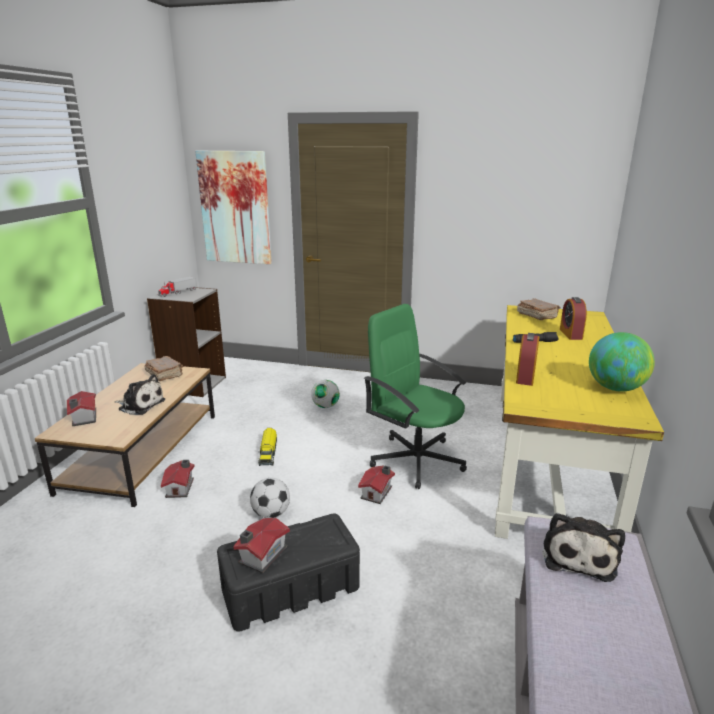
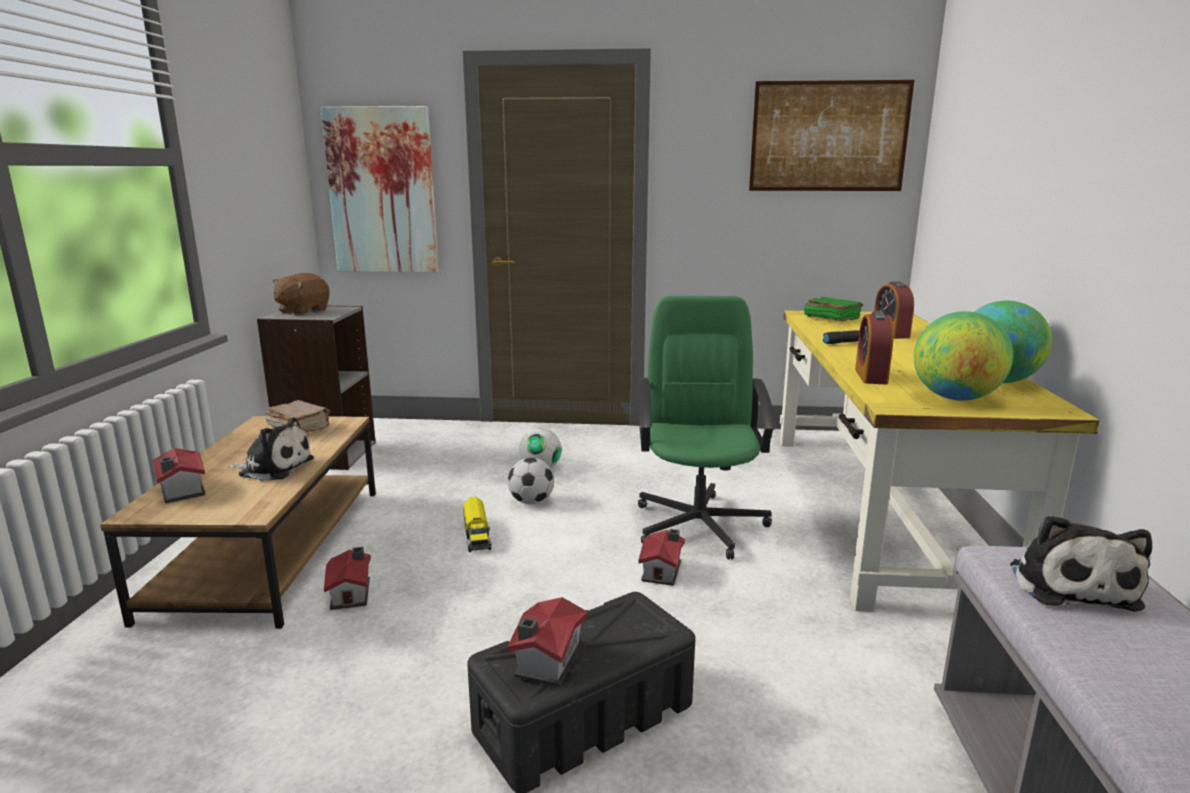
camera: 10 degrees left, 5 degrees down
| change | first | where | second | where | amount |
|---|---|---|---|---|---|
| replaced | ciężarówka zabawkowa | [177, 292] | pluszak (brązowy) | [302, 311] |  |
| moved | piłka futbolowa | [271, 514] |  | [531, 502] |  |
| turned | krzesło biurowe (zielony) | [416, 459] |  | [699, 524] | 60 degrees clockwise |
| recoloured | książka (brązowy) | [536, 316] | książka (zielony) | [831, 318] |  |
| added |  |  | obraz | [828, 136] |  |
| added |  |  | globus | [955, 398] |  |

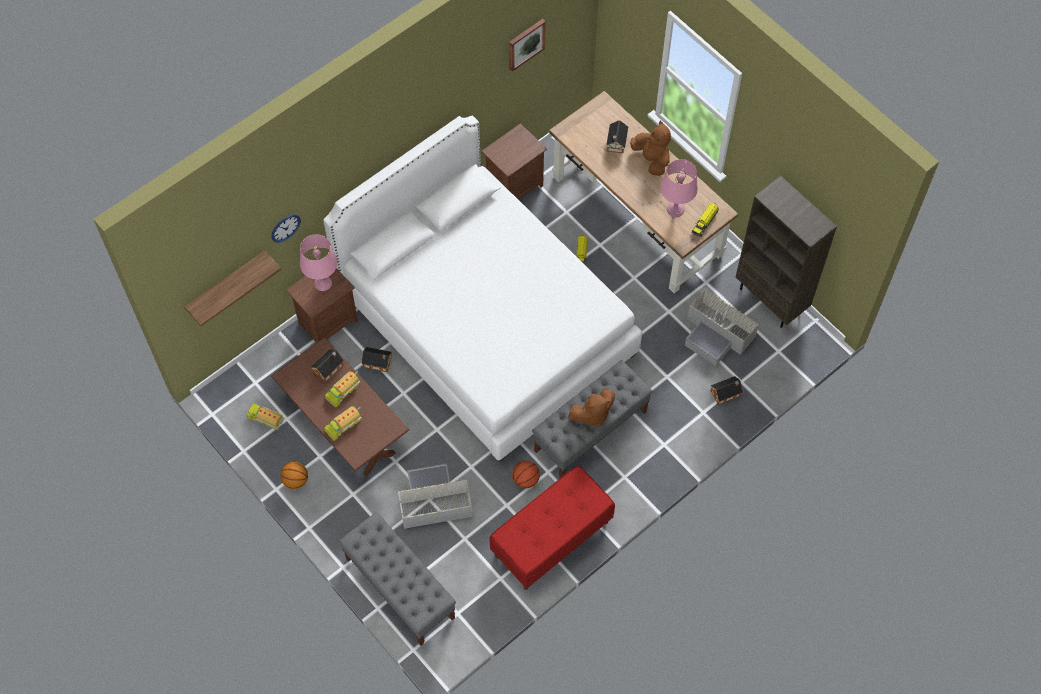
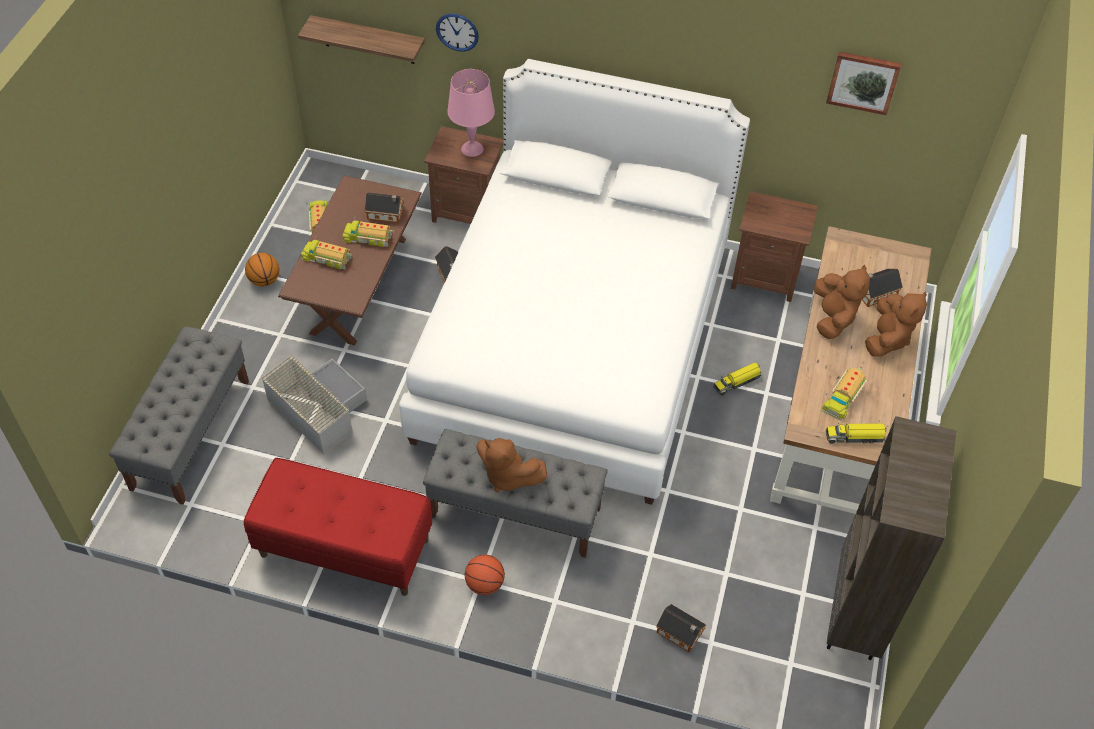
camera: 55 degrees right, 10 degrees down
| change | first | where | second | where | amount |
|---|---|---|---|---|---|
| moved | piłka do koszykówki | [526, 480] |  | [484, 584] |  |
| replaced | lampa stołowa (różowy) | [675, 209] | ciężarówka zabawkowa | [842, 397] |  |
| removed | pojemnik do przechowywania (szary) | [717, 334] |  |  |  |
| added |  |  | pluszak (brązowy) | [833, 318] |  |

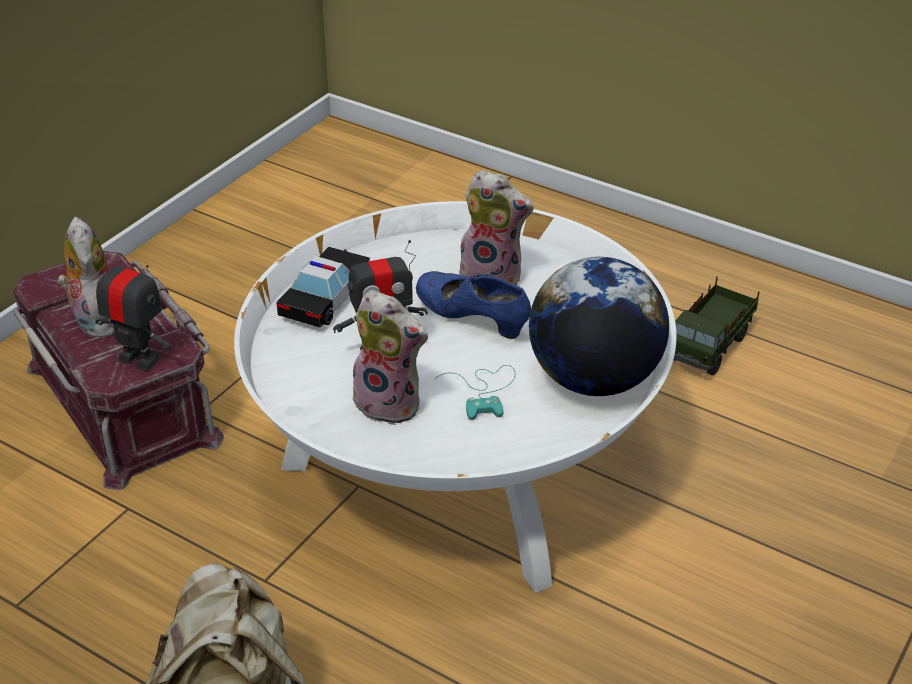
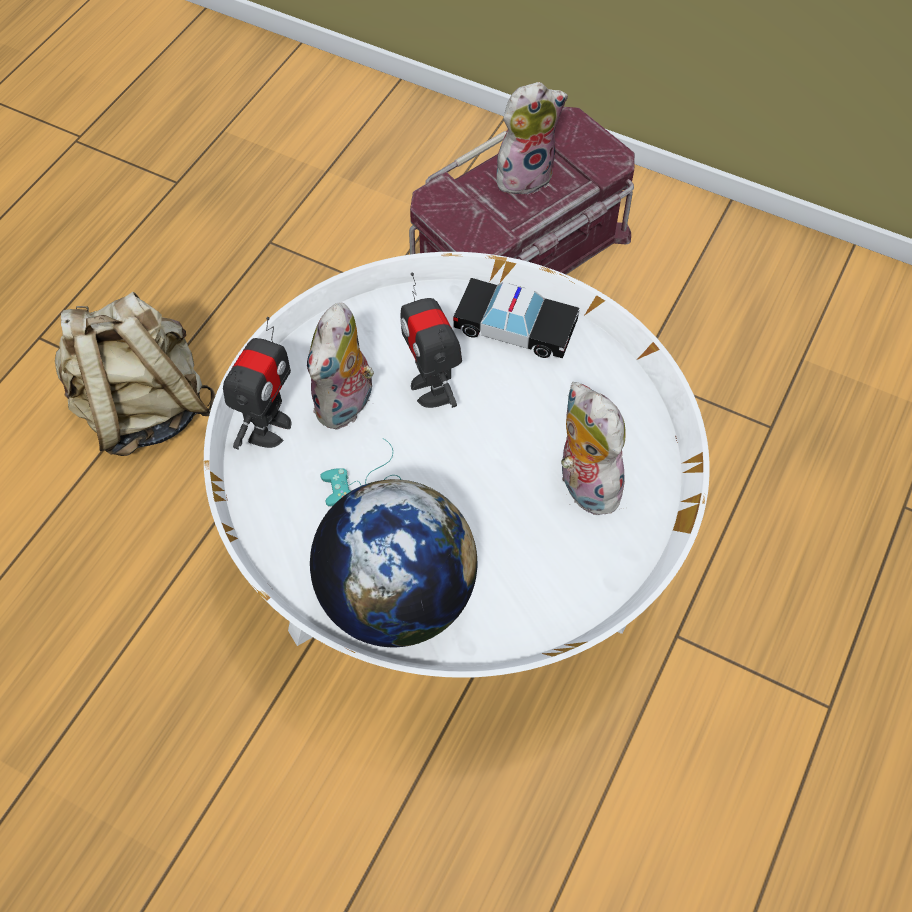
camera: 85 degrees right, 20 degrees up
| change | first | where | second | where | amount |
|---|---|---|---|---|---|
| moved | robot zabawkowy | [139, 359] |  | [269, 428] |  |
| removed | but (niebieski) | [472, 321] |  |  |  |
| turned | pluszak | [493, 276] |  | [583, 484] | 135 degrees clockwise |
| removed | ciężarówka zabawkowa | [710, 347] |  |  |  |

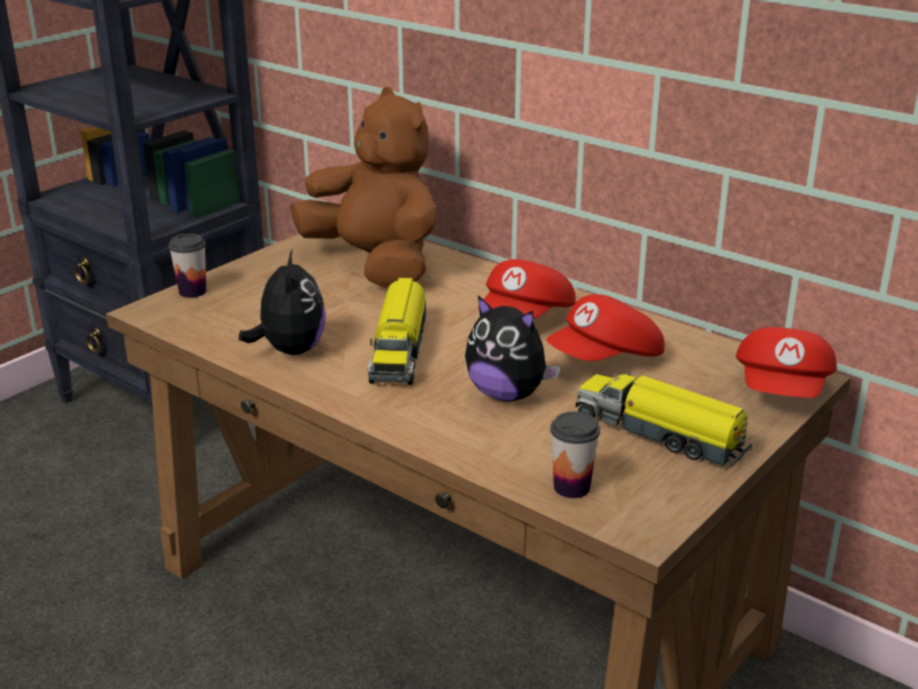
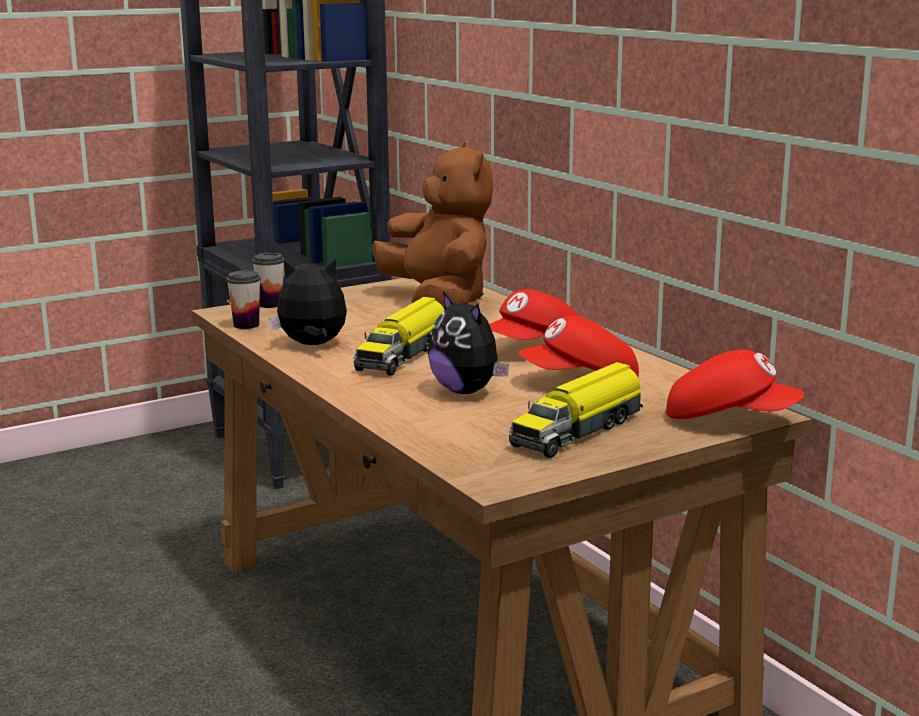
camera: 20 degrees right, 10 degrees down
| change | first | where | second | where | amount |
|---|---|---|---|---|---|
| turned | pluszak | [290, 350] |  | [312, 345] | 105 degrees counterclockwise |
| moved | filiżanka | [571, 487] |  | [246, 325] |  |
| turned | ciężarówka zabawkowa | [661, 434] |  | [578, 430] | 105 degrees counterclockwise |
| turned | czapka z daszkiem (czerwony) | [783, 391] |  | [729, 419] | 105 degrees counterclockwise |

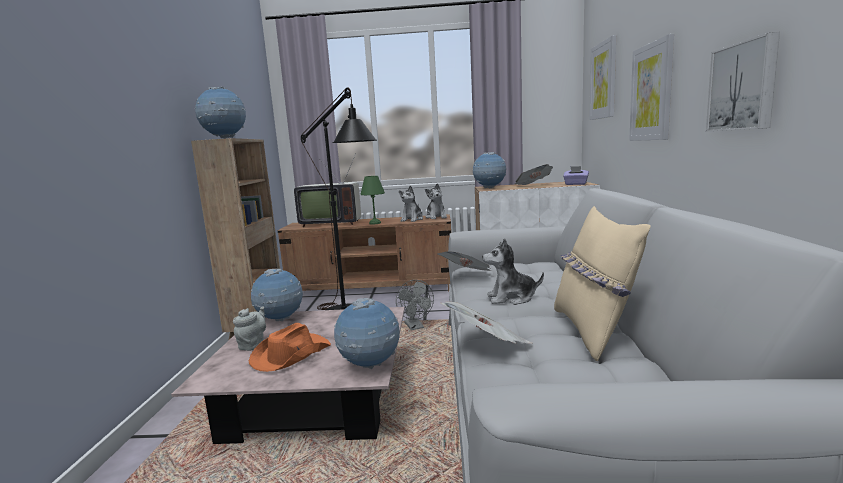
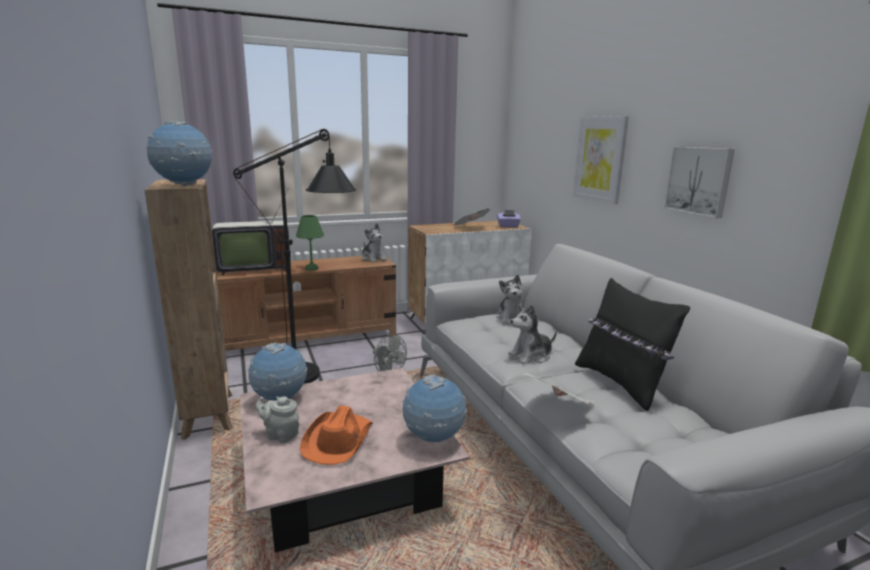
camera: 25 degrees left, 5 degrees up
| change | first | where | second | where | amount |
|---|---|---|---|---|---|
| turned | imbryk (szary) | [253, 344] |  | [280, 435] | 60 degrees counterclockwise |
| moved | pluszak | [412, 219] |  | [511, 318] |  |
| removed | gazeta | [467, 276] |  |  |  |
| removed | globus | [489, 188] |  |  |  |
| recoloured | poduszka (beżowy) | [592, 331] | poduszka (czarny) | [621, 383] |  |
| removed | obraz | [603, 80] |  |  |  |

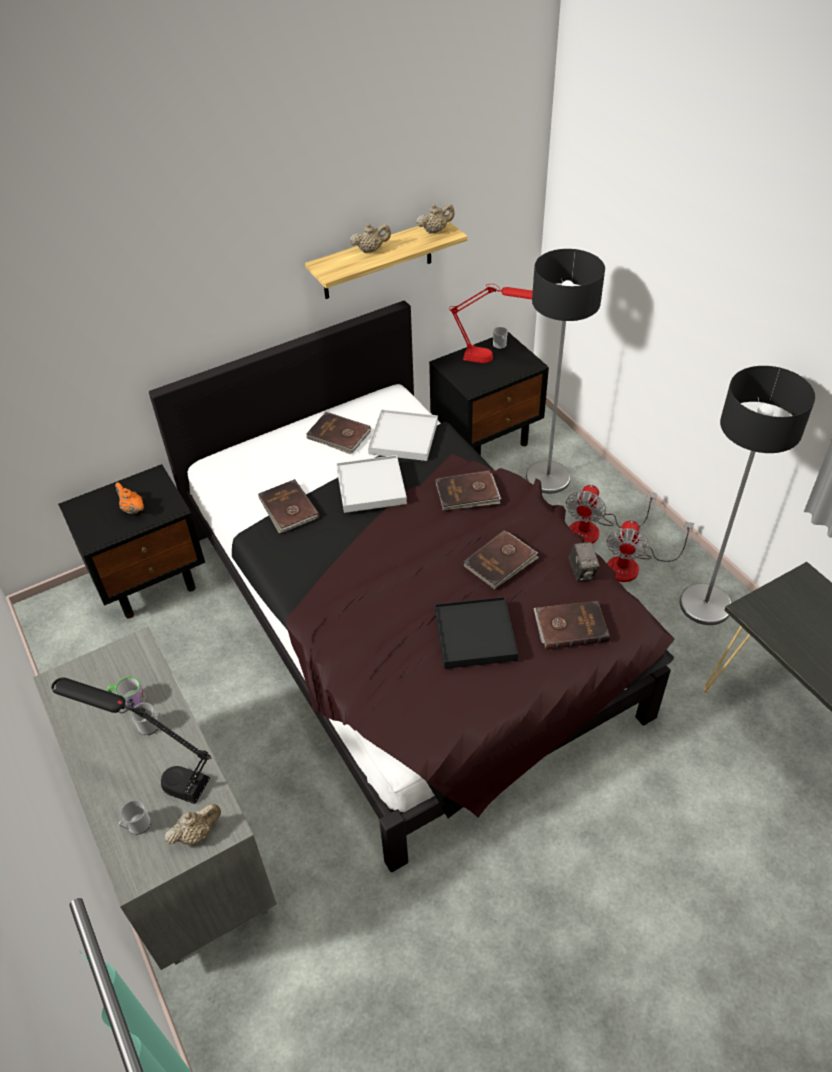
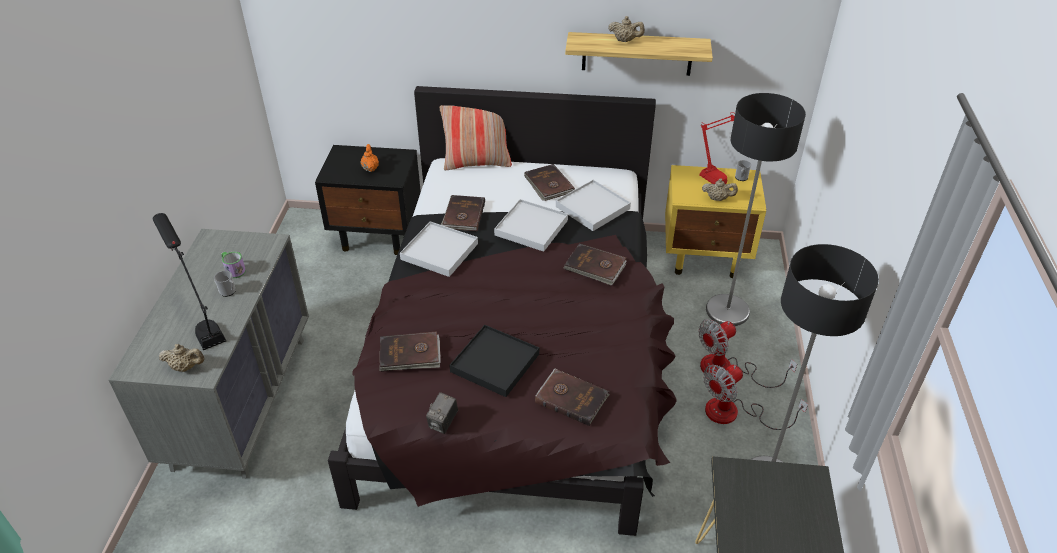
camera: 35 degrees right, 5 degrees down
| change | first | where | second | where | amount |
|---|---|---|---|---|---|
| removed | kubek | [137, 826] |  |  |  |
| moved | imbryk (beżowy) | [435, 231] |  | [717, 199] |  |
| recoloured | szafka nocna (czarny) | [486, 438] | szafka nocna (żółty) | [705, 257] |  |
| moved | książka (brązowy) | [500, 562] |  | [410, 354] |  |
| moved | aparat fotograficzny | [582, 571] |  | [443, 423] |  |
| added |  |  | taca (biały) | [439, 251] |  |
| added |  |  | poduszka | [477, 163] |  |

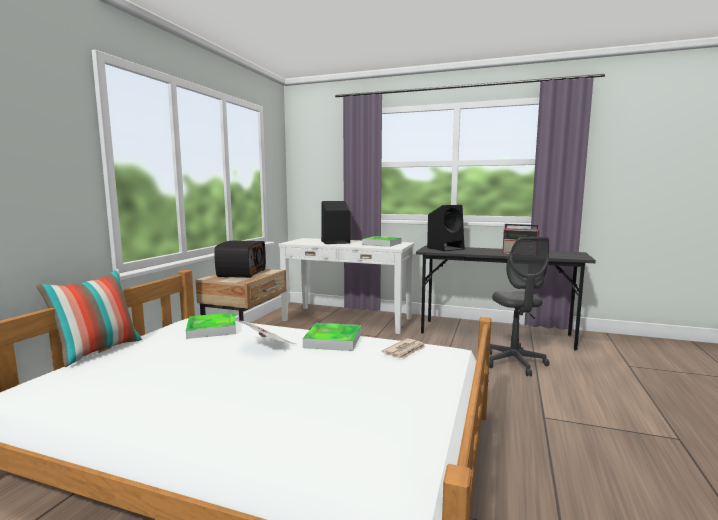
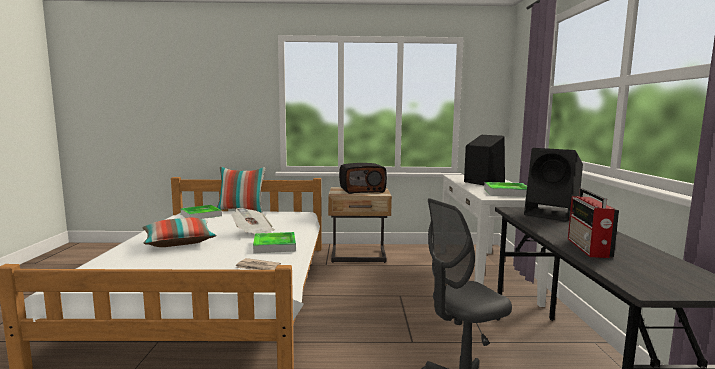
camera: 70 degrees right, 0 degrees up
| change | first | where | second | where | amount |
|---|---|---|---|---|---|
| moved | taca | [212, 329] |  | [201, 215] |  |
| added |  |  | poduszka | [179, 242] |  |

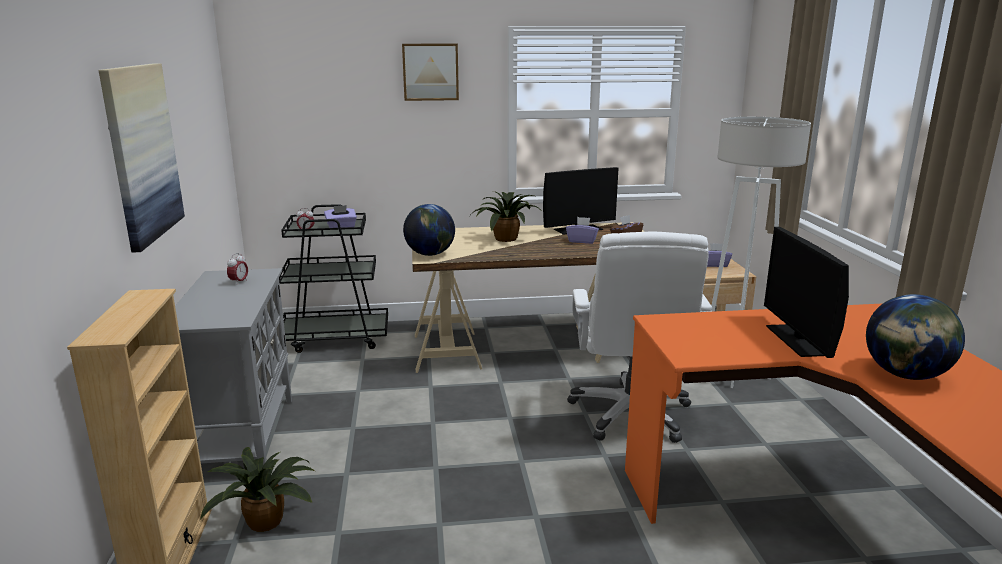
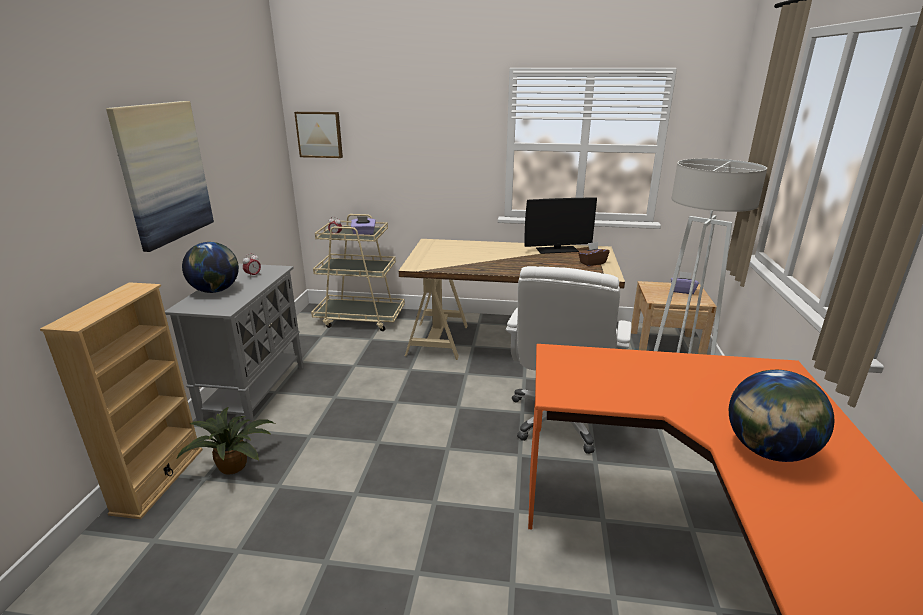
camera: 15 degrees right, 5 degrees up
| change | first | where | second | where | amount |
|---|---|---|---|---|---|
| recoloured | wózek (czarny) | [335, 338] | wózek (beżowy) | [360, 319] |  |
| moved | obraz | [430, 72] |  | [320, 134] |  |
| moved | globus | [430, 254] |  | [216, 290] |  |
| removed | roślina doniczkowa | [506, 239] |  |  |  |
| removed | pudełko chusteczek (fioletowy) | [582, 241] |  |  |  |
| removed | monitor | [798, 340] |  |  |  |

